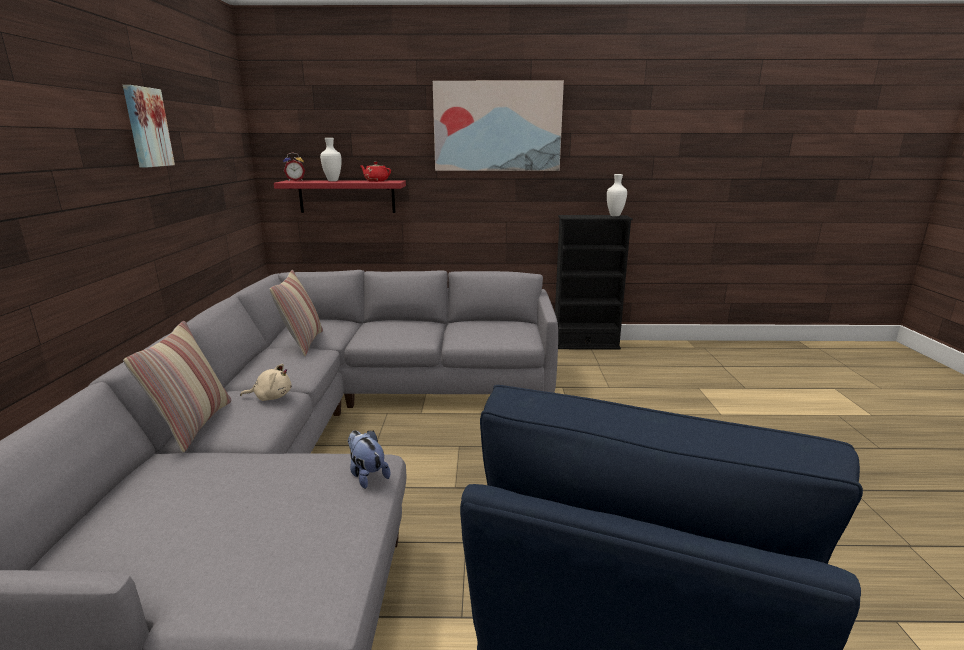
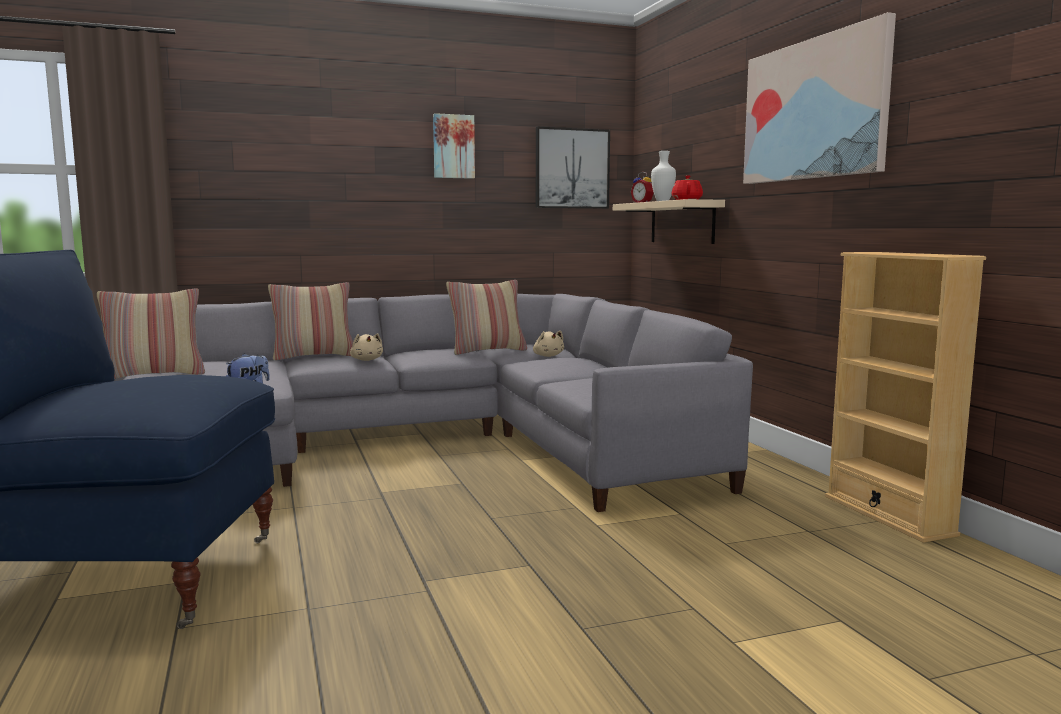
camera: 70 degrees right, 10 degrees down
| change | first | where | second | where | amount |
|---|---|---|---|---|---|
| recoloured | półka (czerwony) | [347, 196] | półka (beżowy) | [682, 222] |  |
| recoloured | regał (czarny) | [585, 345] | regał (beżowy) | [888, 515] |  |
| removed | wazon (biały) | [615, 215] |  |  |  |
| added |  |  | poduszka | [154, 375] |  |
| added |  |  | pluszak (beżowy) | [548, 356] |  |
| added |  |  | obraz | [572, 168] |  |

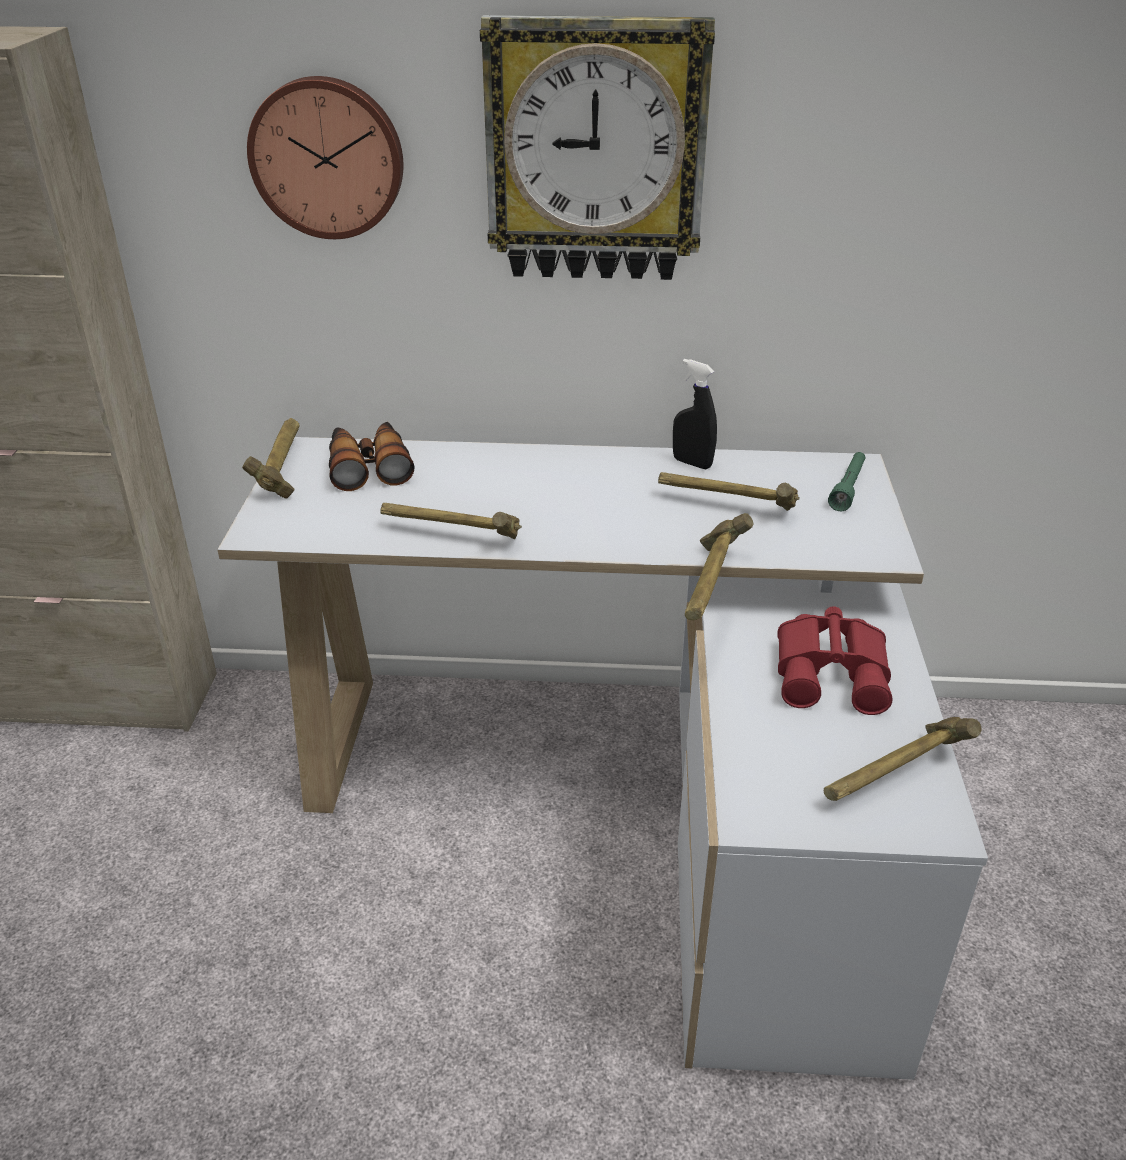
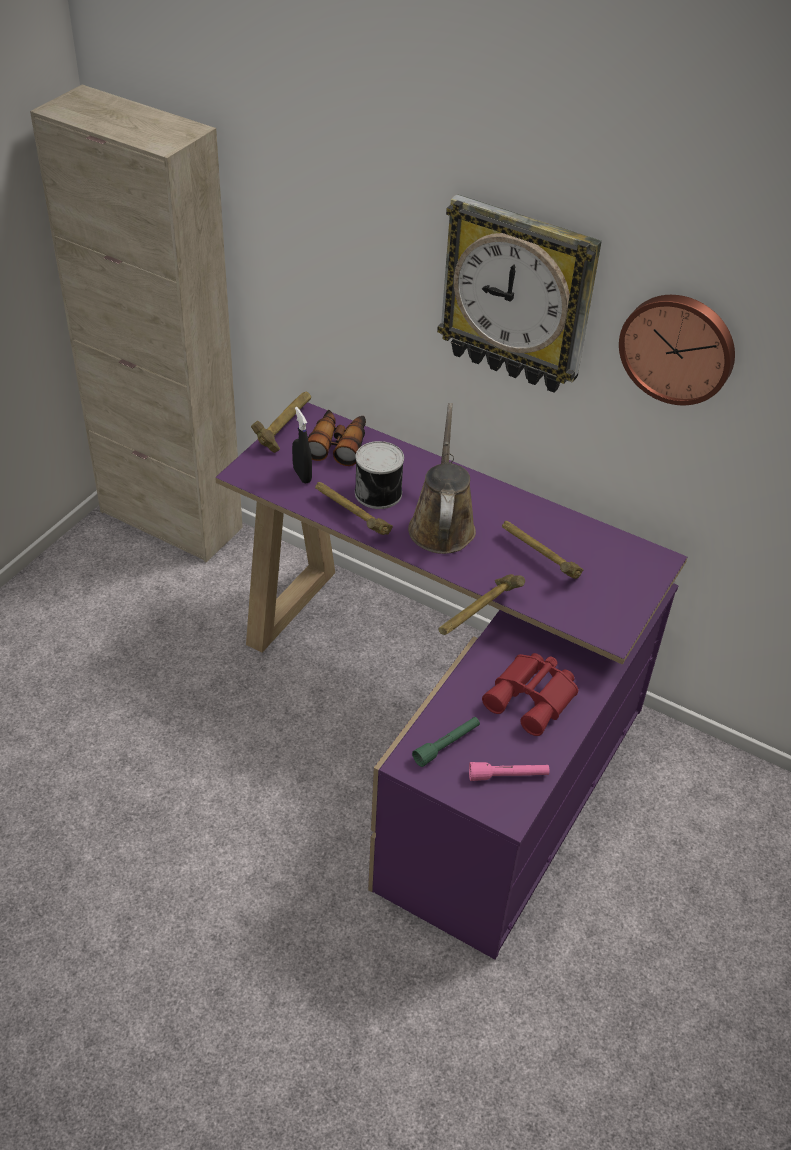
camera: 25 degrees right, 10 degrees up
| change | first | where | second | where | amount |
|---|---|---|---|---|---|
| recoloured | biurko (biały) | [625, 801] | biurko (fioletowy) | [444, 721] |  |
| moved | zegar ścienny | [328, 157] |  | [678, 347] |  |
| moved | spryskiwacz (czarny) | [692, 463] |  | [302, 475] |  |
| replaced | młotek | [892, 777] | latarka (różowy) | [508, 776] |  |
| moved | latarka (zielony) | [848, 488] |  | [447, 745] |  |
| added |  |  | puszka | [379, 493] |  |
| added |  |  | konewka (brązowy) | [441, 525] |  |

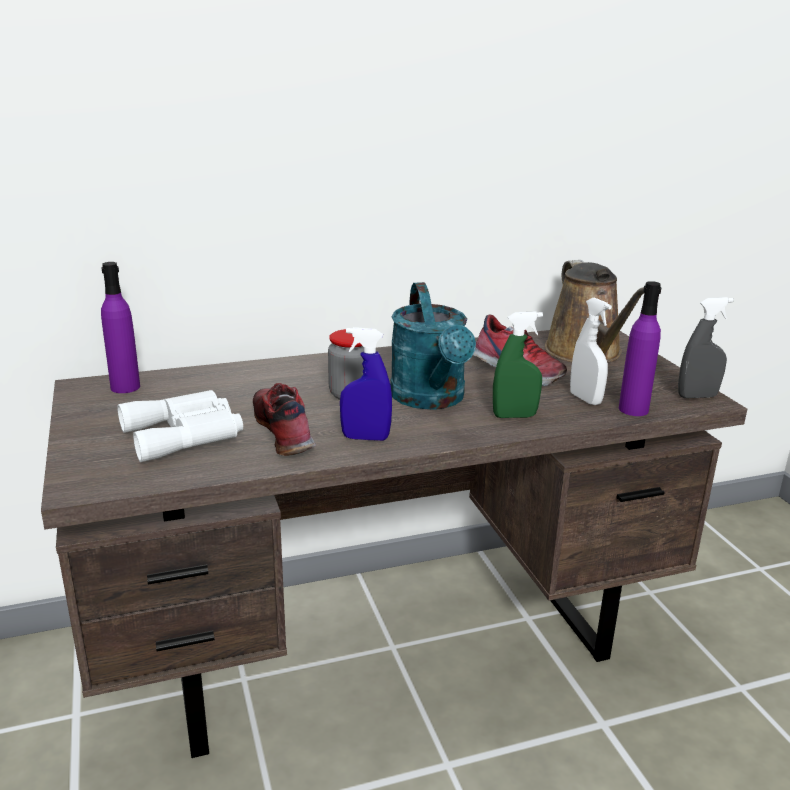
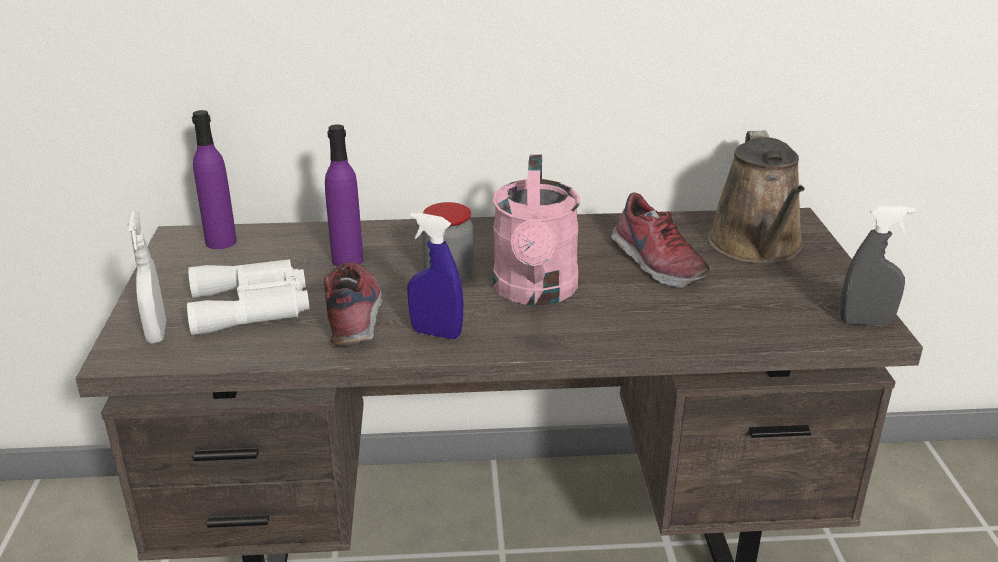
camera: 15 degrees right, 5 degrees up
| change | first | where | second | where | amount |
|---|---|---|---|---|---|
| recoloured | konewka (turkusowy) | [431, 400] | konewka (różowy) | [535, 292] |  |
| removed | spryskiwacz (zielony) | [514, 416] |  |  |  |
| moved | spryskiwacz (biały) | [585, 399] |  | [157, 333] |  |
| moved | butelka (fioletowy) | [633, 409] |  | [347, 260] |  |

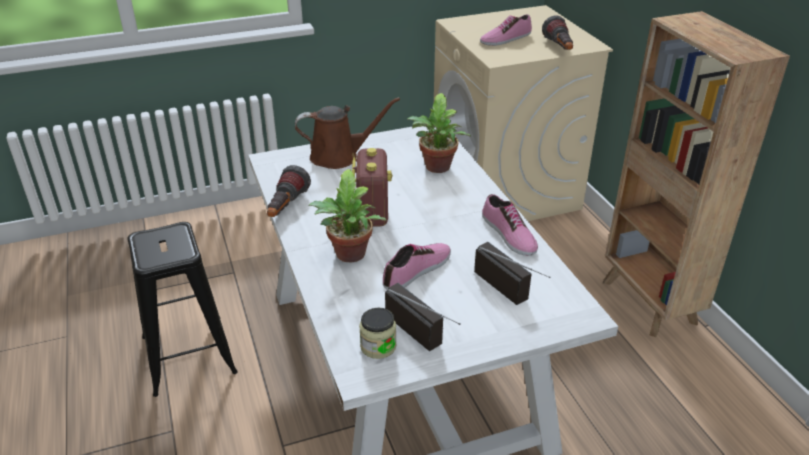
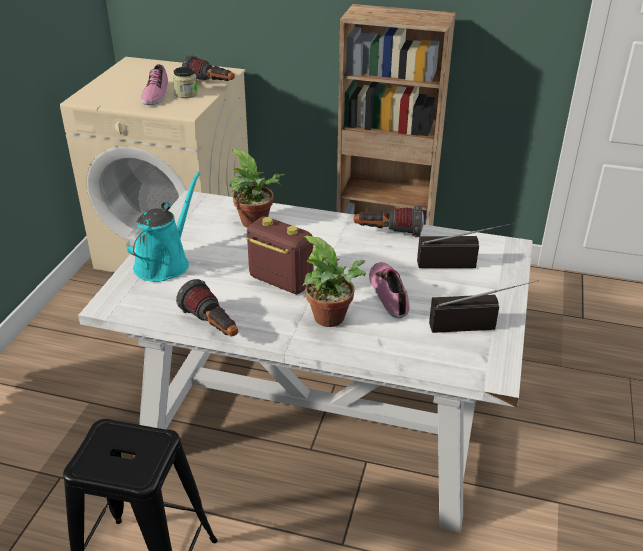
camera: 55 degrees left, 0 degrees up
| change | first | where | second | where | amount |
|---|---|---|---|---|---|
| recoloured | konewka (brązowy) | [339, 156] | konewka (turkusowy) | [165, 263] |  |
| moved | słoik | [378, 346] |  | [186, 94] |  |
| replaced | but | [508, 234] | latarka | [387, 233] |  |

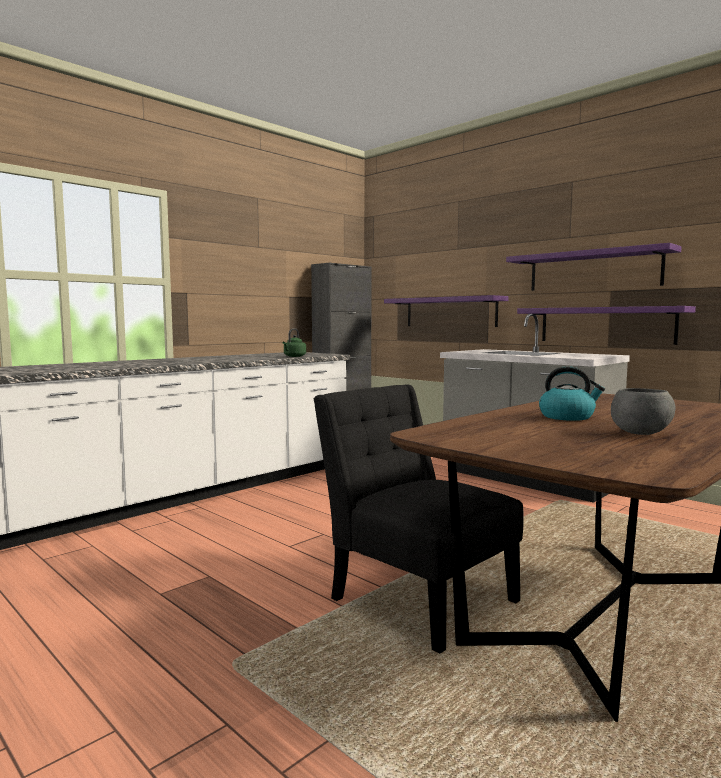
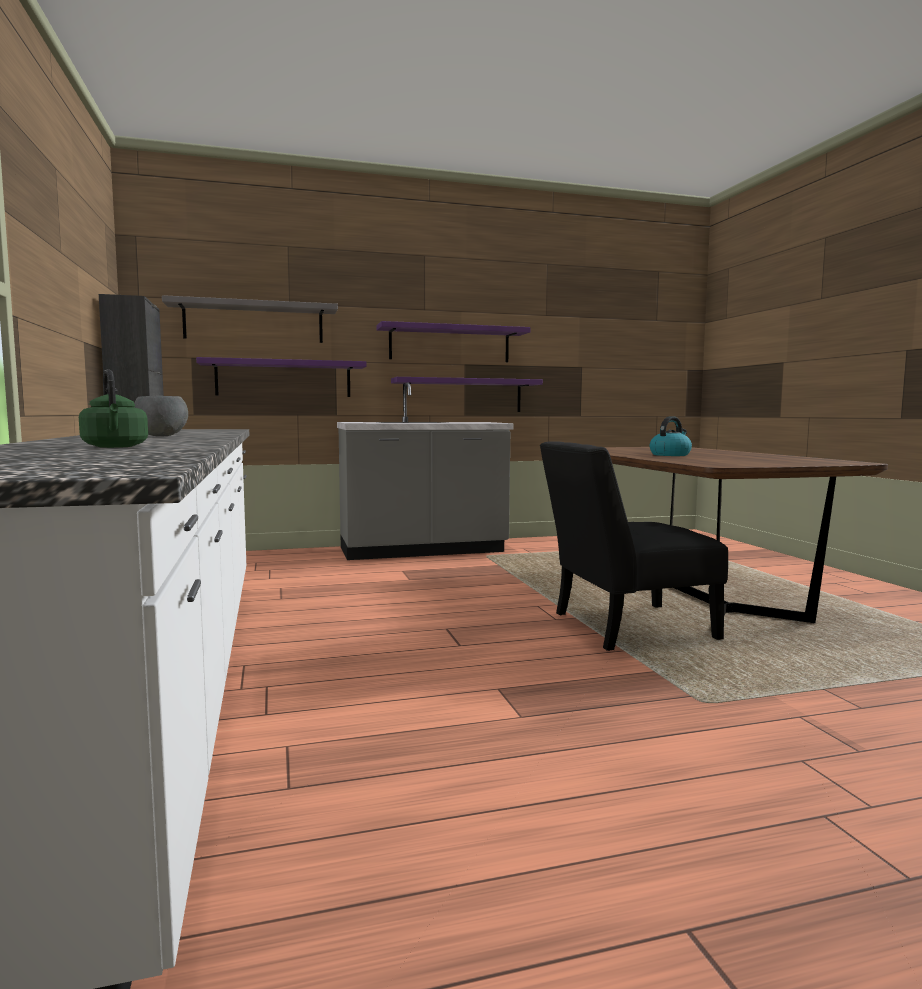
camera: 60 degrees left, 0 degrees up
| change | first | where | second | where | amount |
|---|---|---|---|---|---|
| moved | czajnik (zielony) | [294, 356] |  | [115, 447] |  |
| moved | miska (szary) | [641, 434] |  | [162, 436] |  |
| added |  |  | półka (szary) | [254, 322] |  |

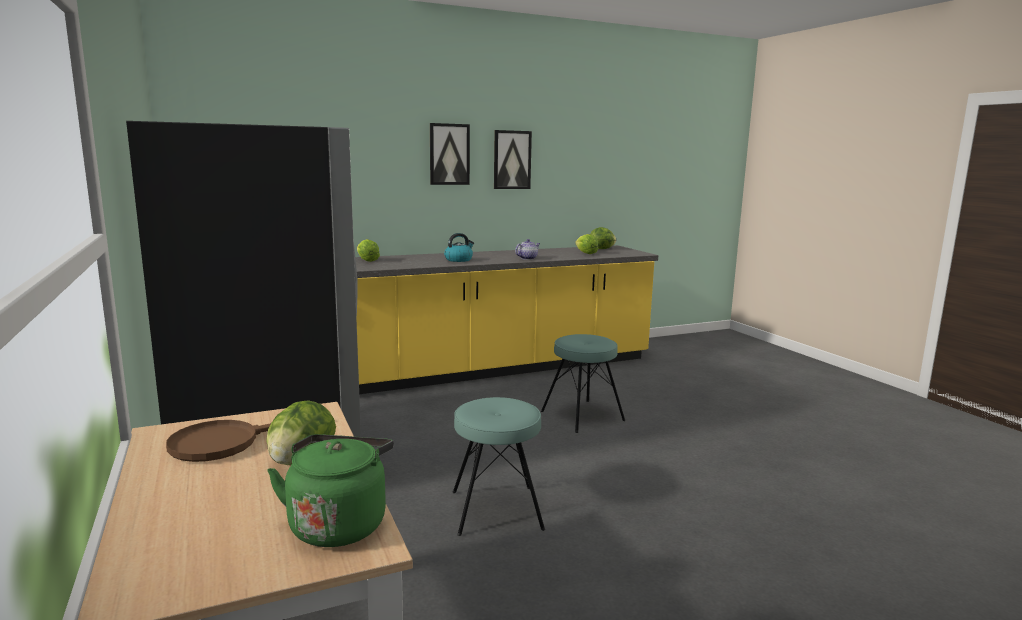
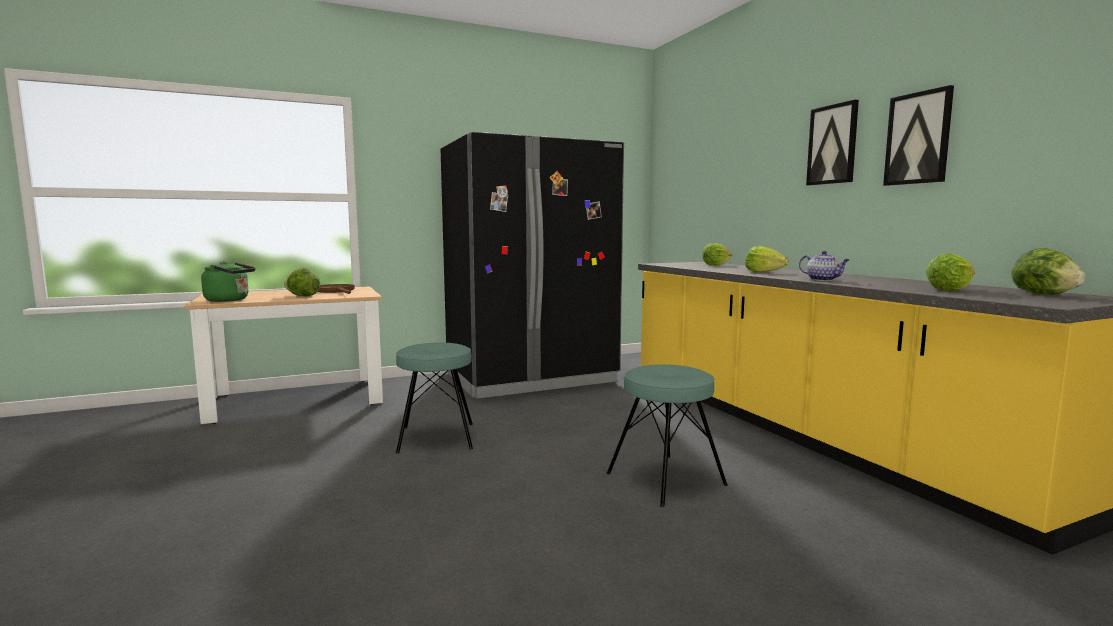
camera: 90 degrees right, 5 degrees down
| change | first | where | second | where | amount |
|---|---|---|---|---|---|
| replaced | czajnik | [459, 260] | sałata | [763, 272] |  |

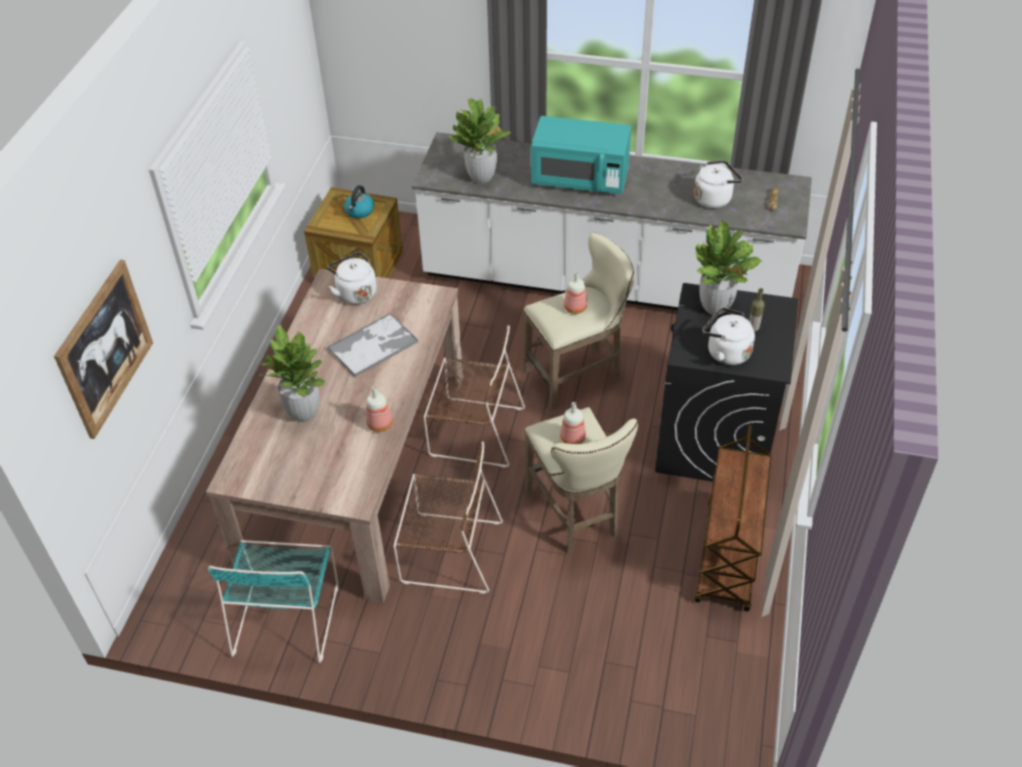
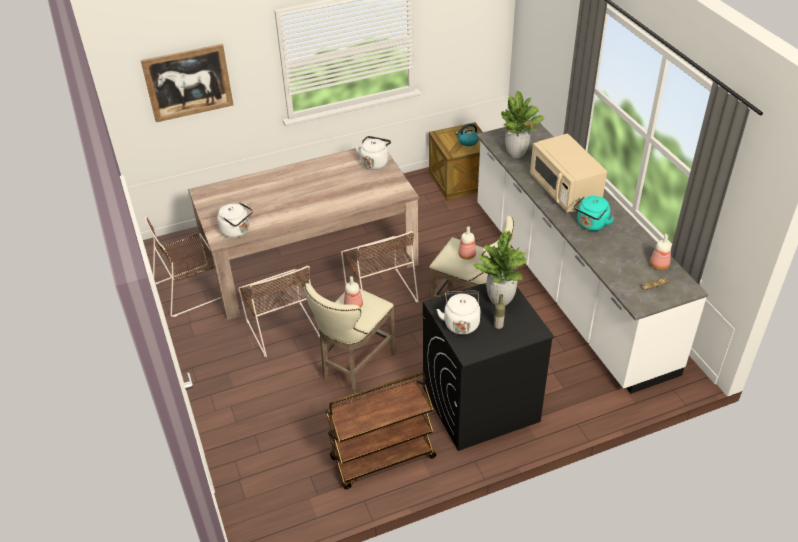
camera: 55 degrees right, 5 degrees down
| change | first | where | second | where | amount |
|---|---|---|---|---|---|
| recoloured | krzesło (turkusowy) | [287, 616] | krzesło (brązowy) | [192, 289] |  |
| removed | roślina doniczkowa | [303, 412] |  |  |  |
| removed | taca | [373, 345] |  |  |  |
| moved | butelka | [380, 424] |  | [659, 265] |  |
| recoloured | mikrofalówka (turkusowy) | [580, 178] | mikrofalówka (beżowy) | [565, 191] |  |
| moved | czajnik (biały) | [714, 198] |  | [237, 231] |  |
| added |  |  | czajnik (turkusowy) | [591, 225] |  |

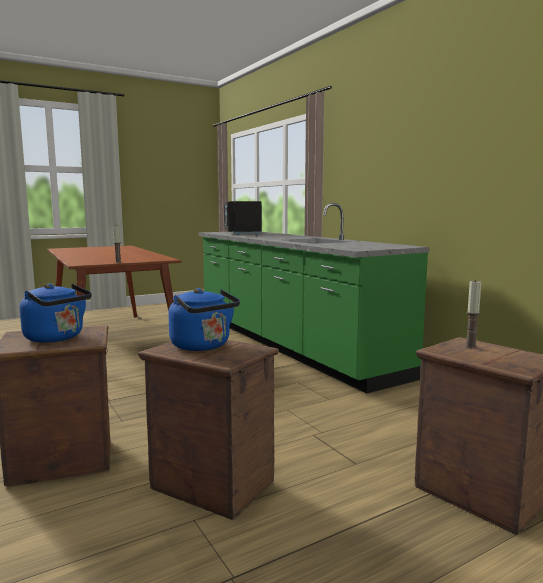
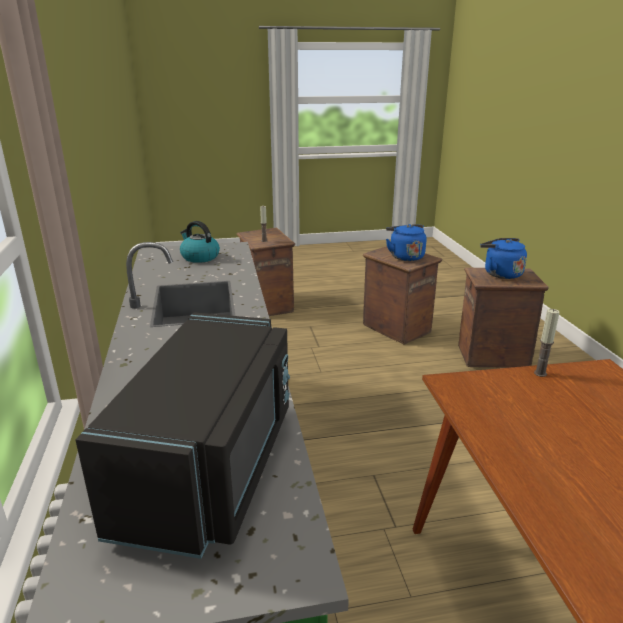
camera: 160 degrees left, 15 degrees up
| change | first | where | second | where | amount |
|---|---|---|---|---|---|
| added |  |  | czajnik | [199, 257] |  |

